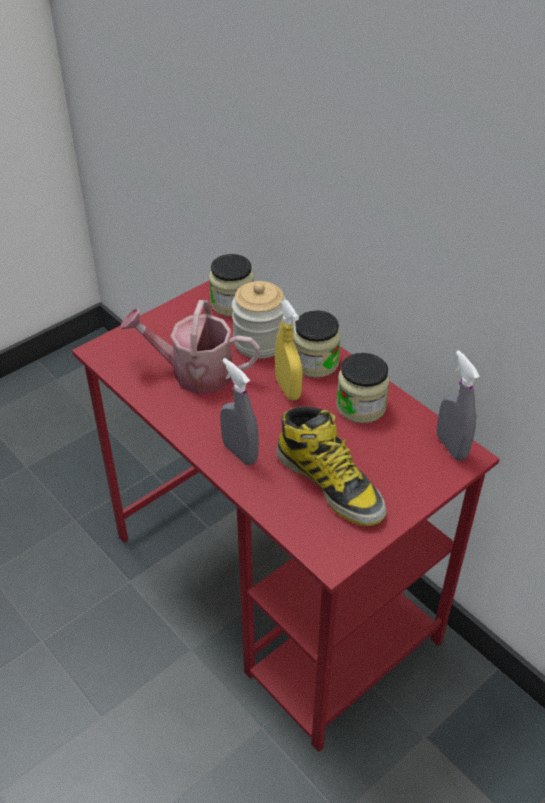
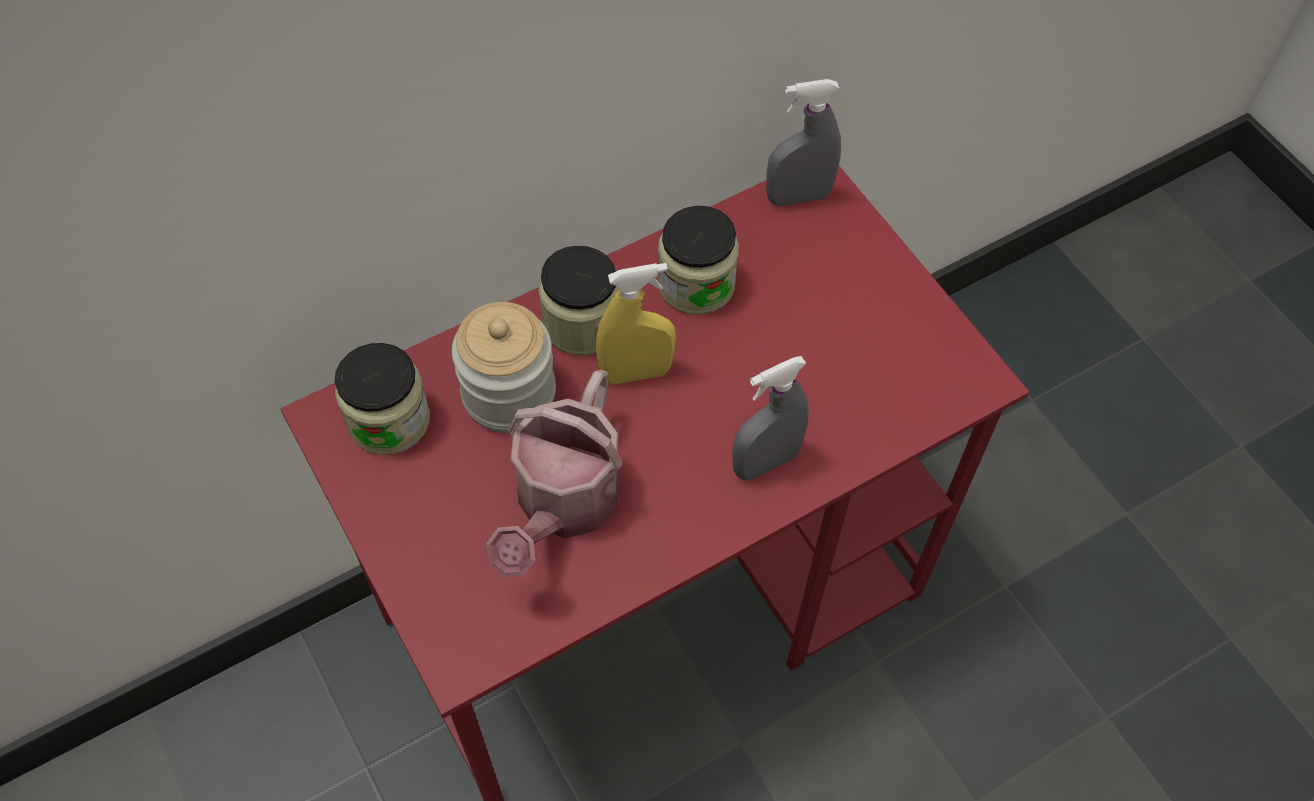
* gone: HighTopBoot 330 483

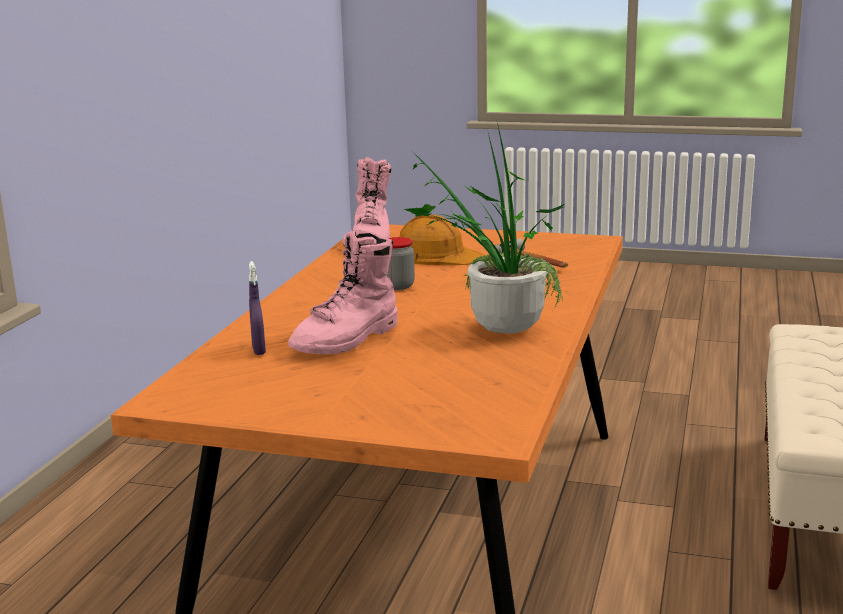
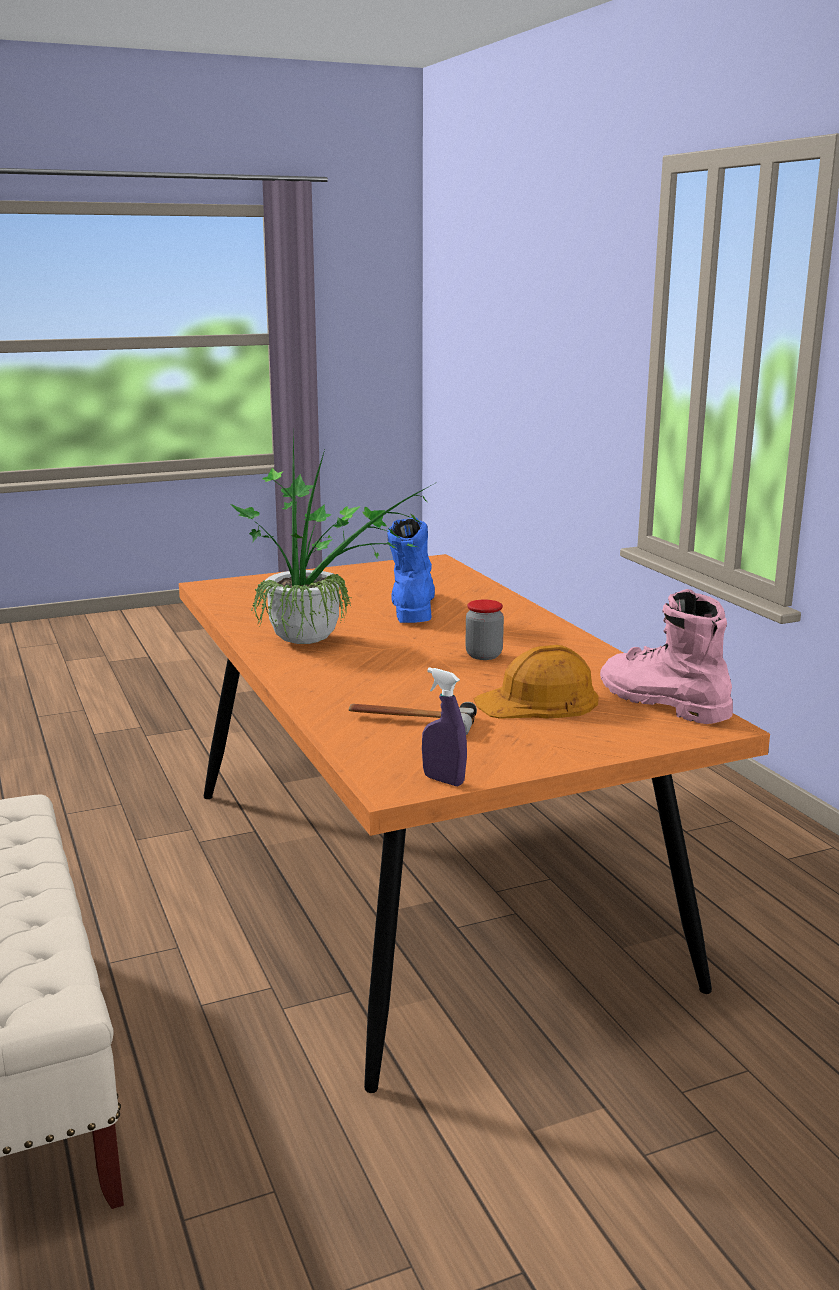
* repainted: PinkColouredHighTopBoot 348 340 to BlueColouredHighTopBoot 412 607
* shifted: PurpleSprayBottle 259 350 to 443 780

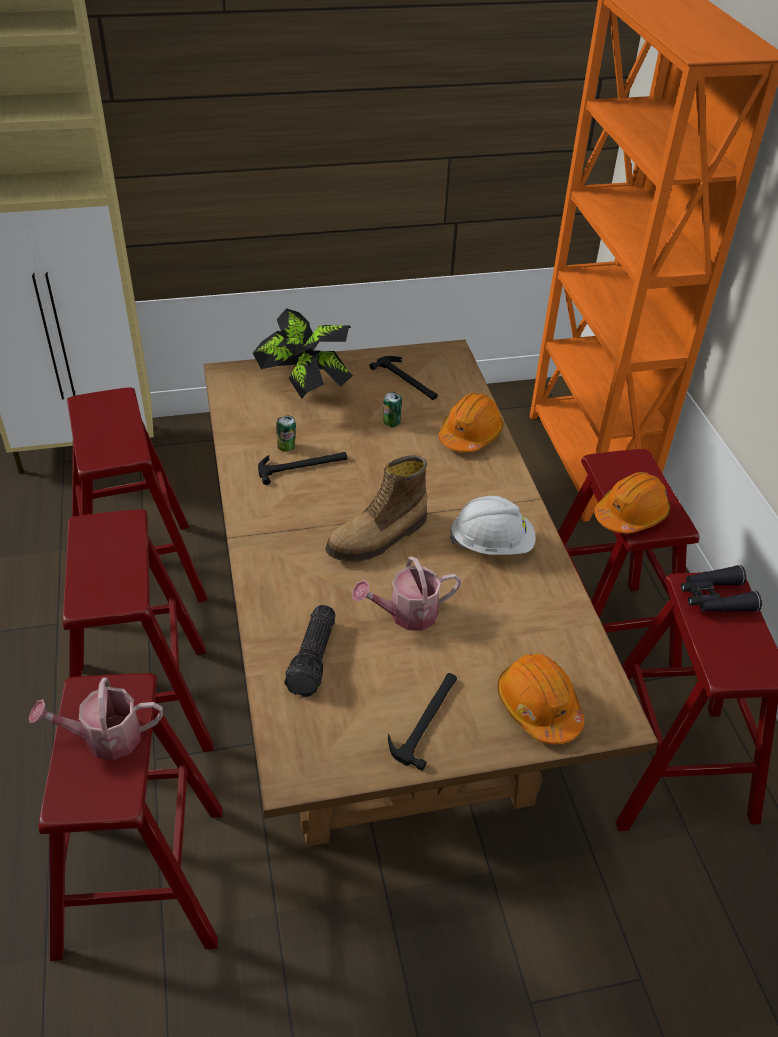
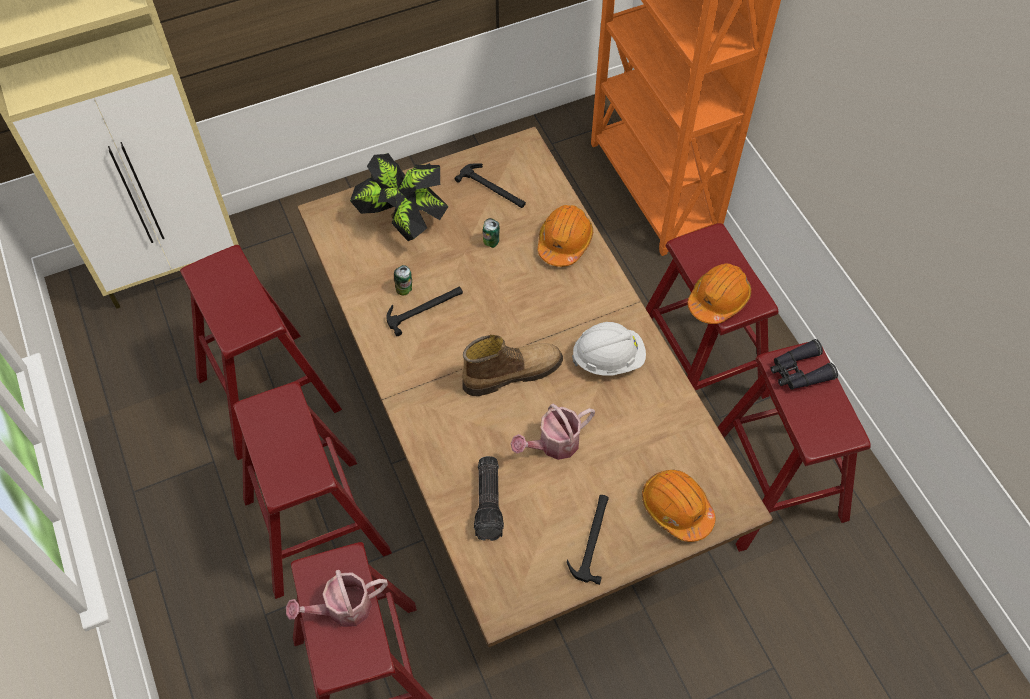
* rotated: HighTopBoot 378 538 = 511 372 150 degrees counterclockwise

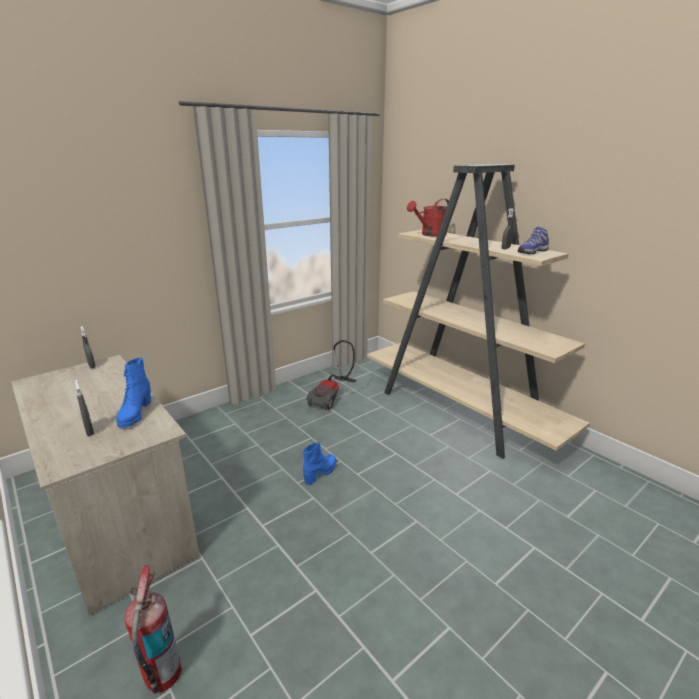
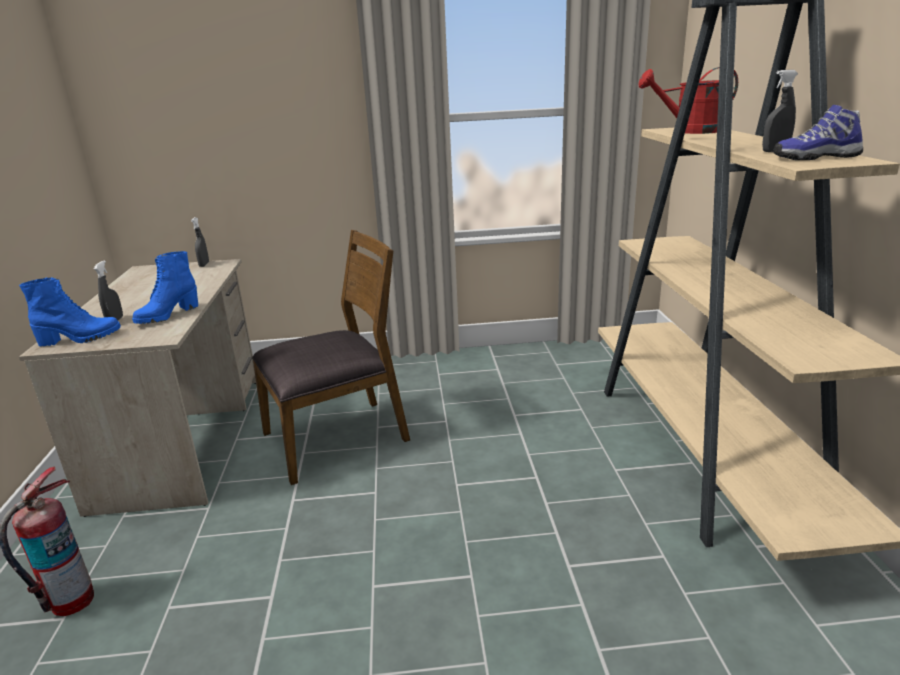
* shifted: BlueColouredHighTopBoot 321 473 to 80 339
* new: BrownChair 337 437
* gone: Vacuum 332 397

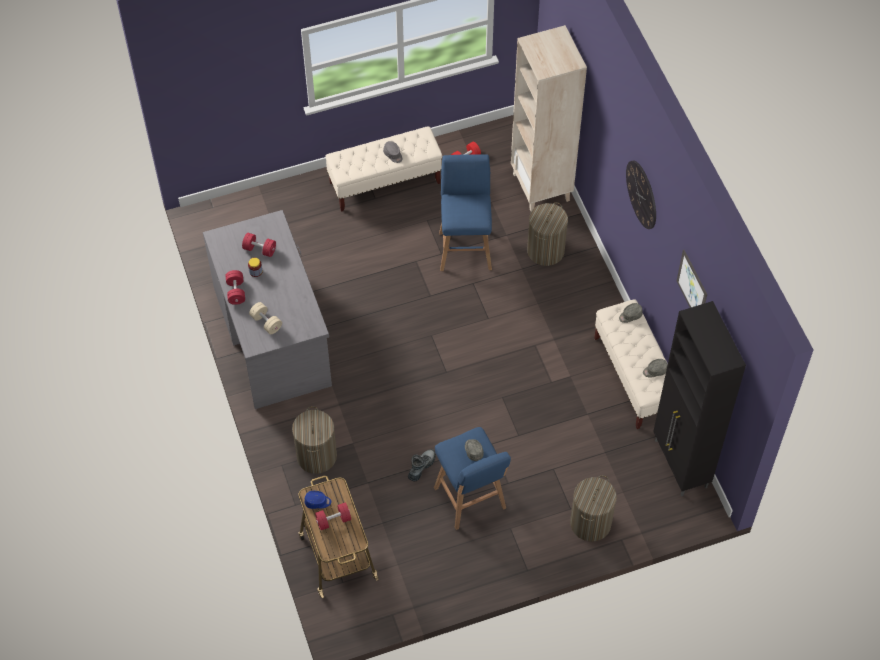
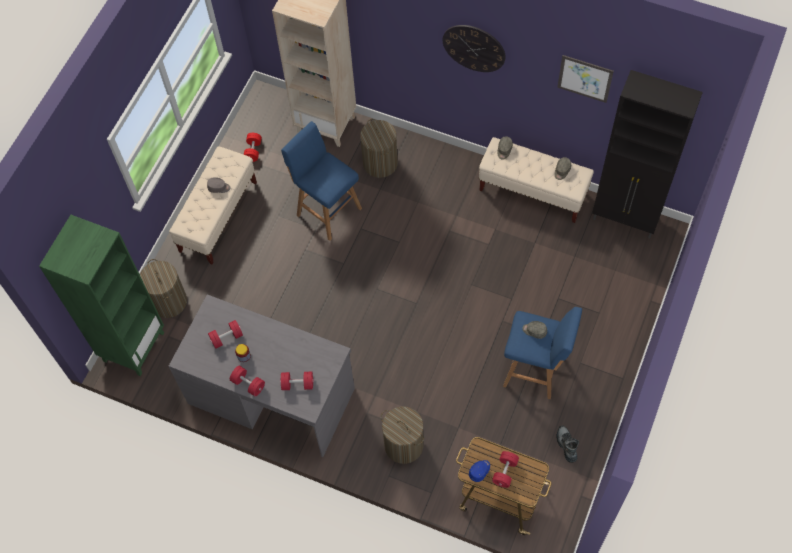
* new: GreenishBookshelf 133 346
* shifted: WashingBasket 590 523 to 169 301
* repainted: BeigeHandWeight 266 322 to ReddishHandWeight 297 384
* shifted: HighTopBoot 421 467 to 566 445

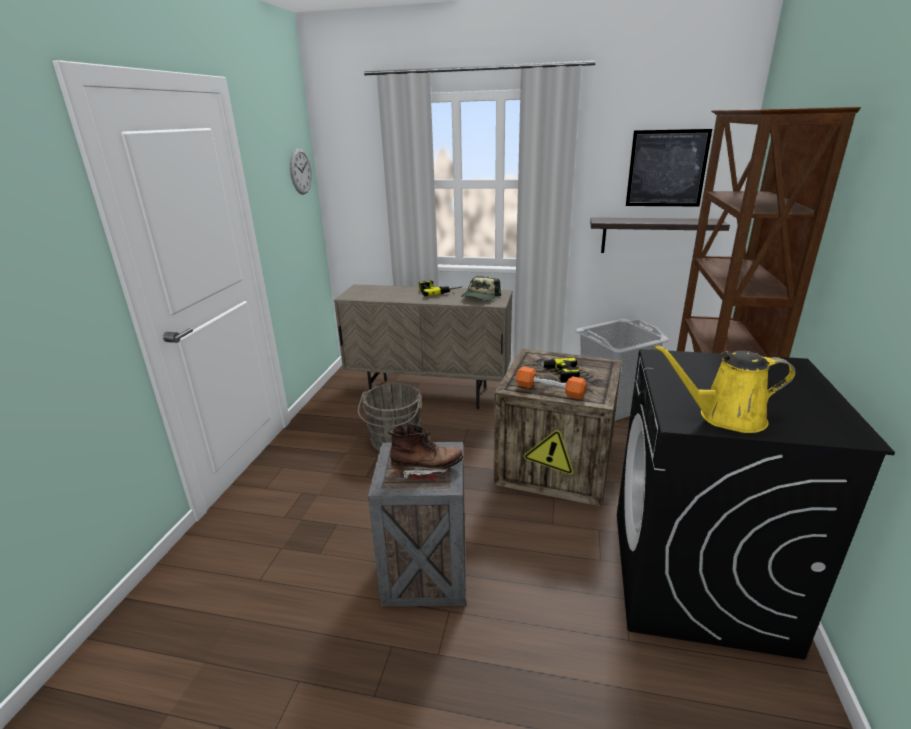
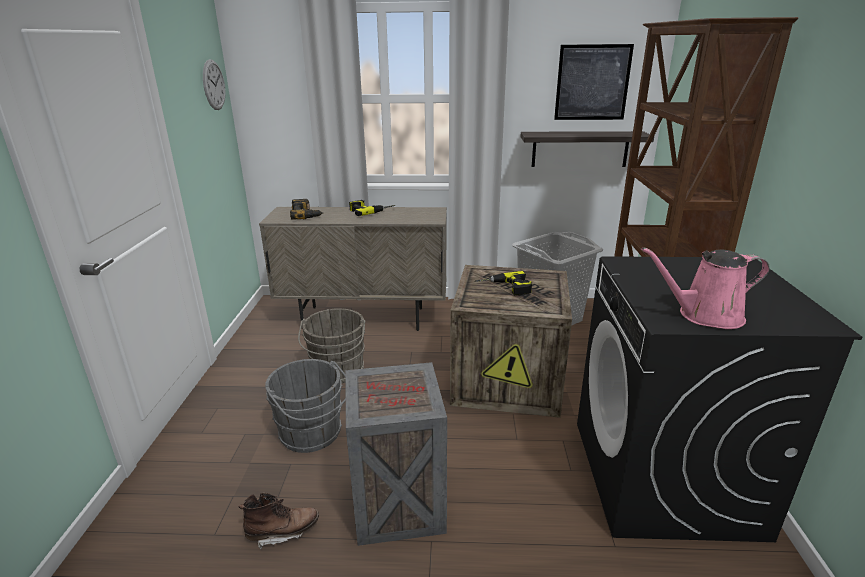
* shifted: BrownHighTopBoot 427 469 to 283 532
* new: GreyishWaterBucket 313 434
* new: ElectricDrill 306 214
* repainted: YellowWateringPot 725 417 to PinkColouredWateringPot 704 316
* gone: BaseballCap 480 297
* gone: OrangeHandWeight 550 390

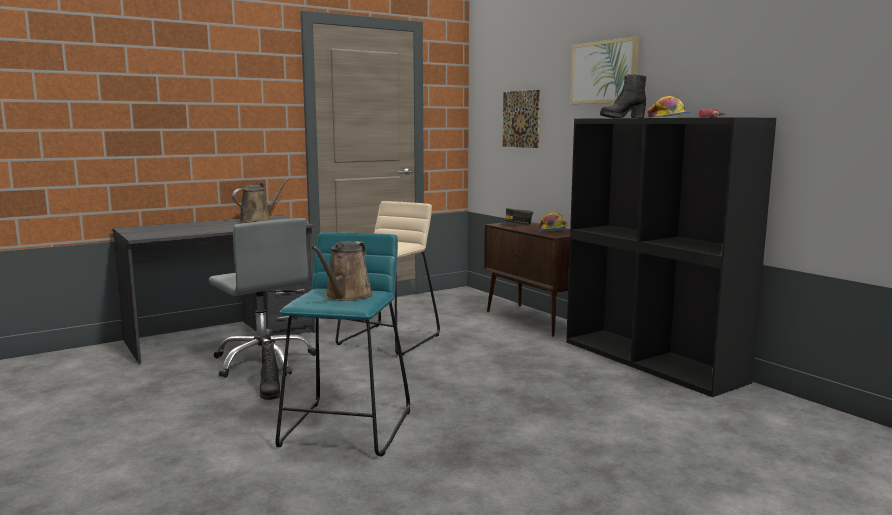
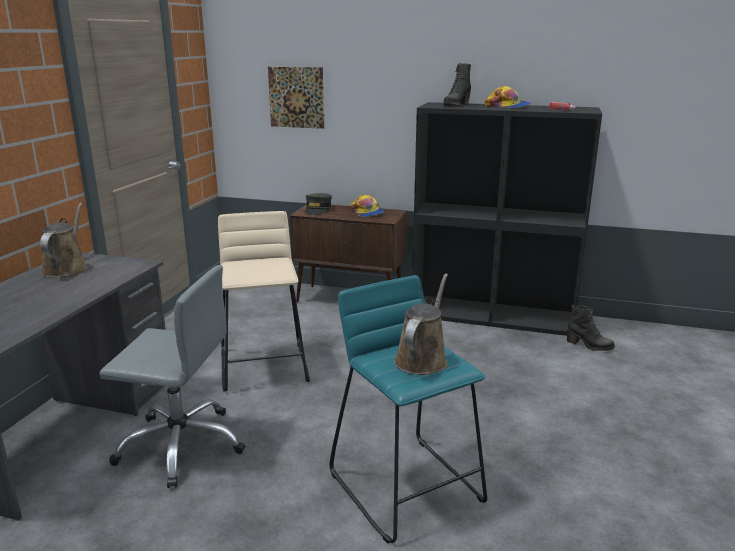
* rotated: BrownWateringPot 346 296 = 422 359 135 degrees counterclockwise
* shifted: BlackHighTopBoot 269 393 to 589 345
* gone: WallPicture 604 72

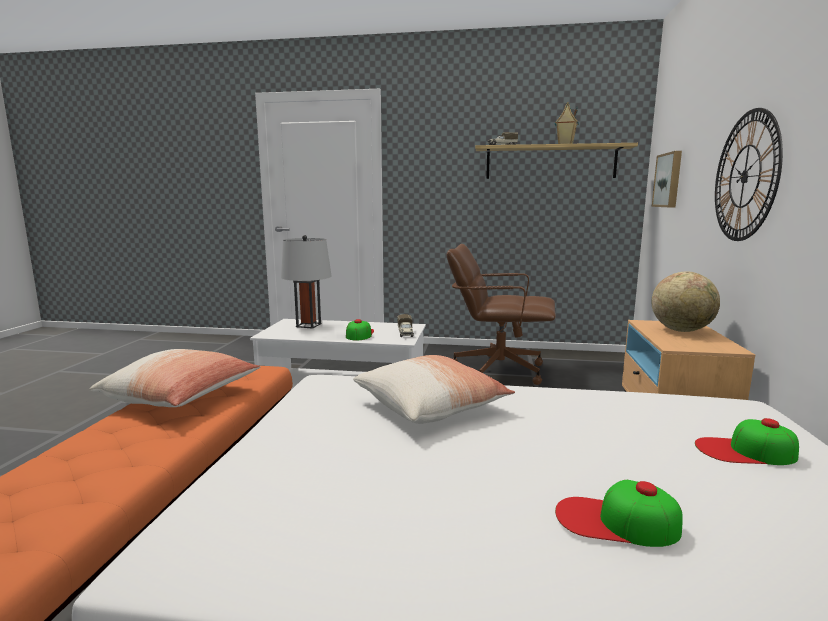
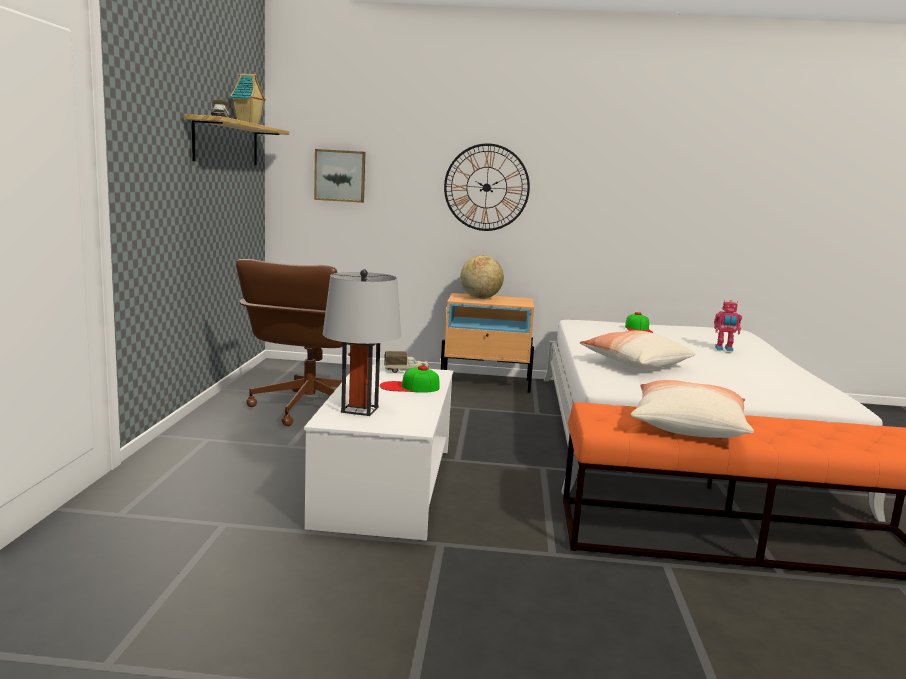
* swapped: BaseballCap 616 521 to RobotFigure 724 349

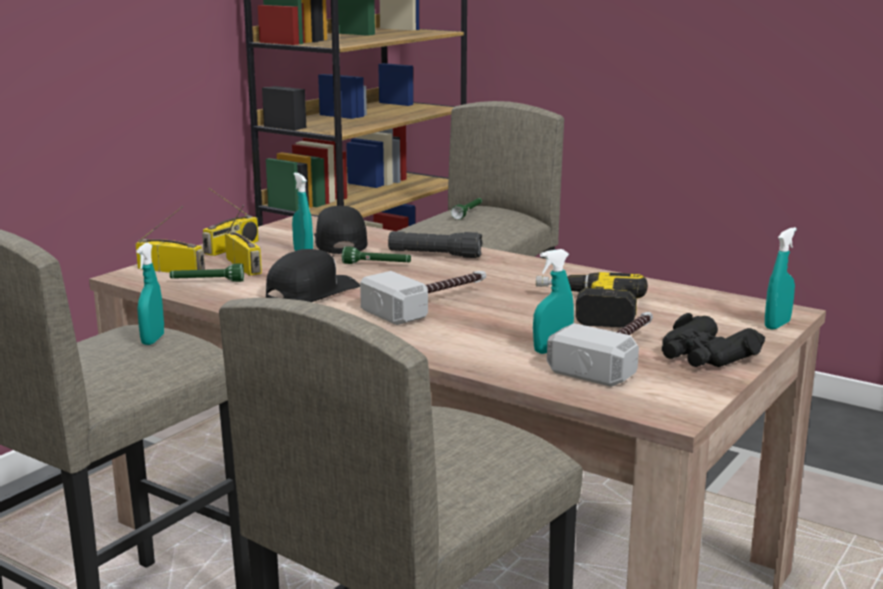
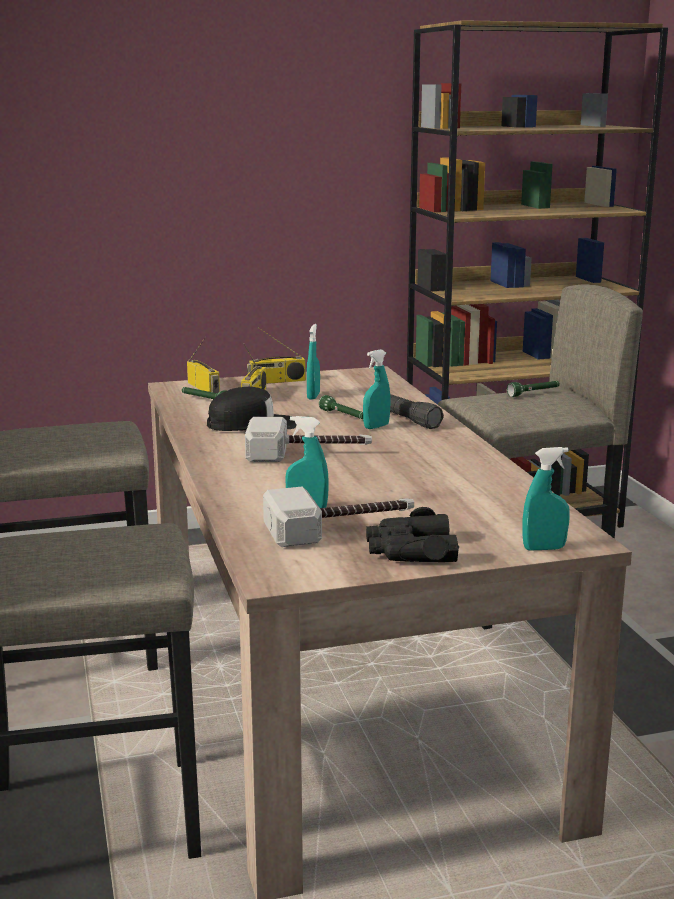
* shifted: BlueGreenSprayBottle 153 340 to 376 427
* gone: BlackBaseballCap 340 243
* gone: ElectricDrill 586 310

